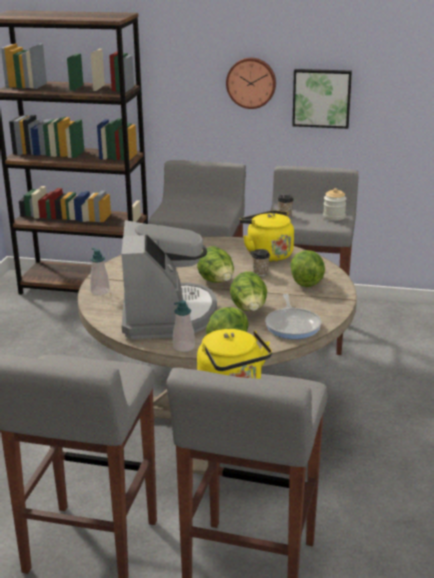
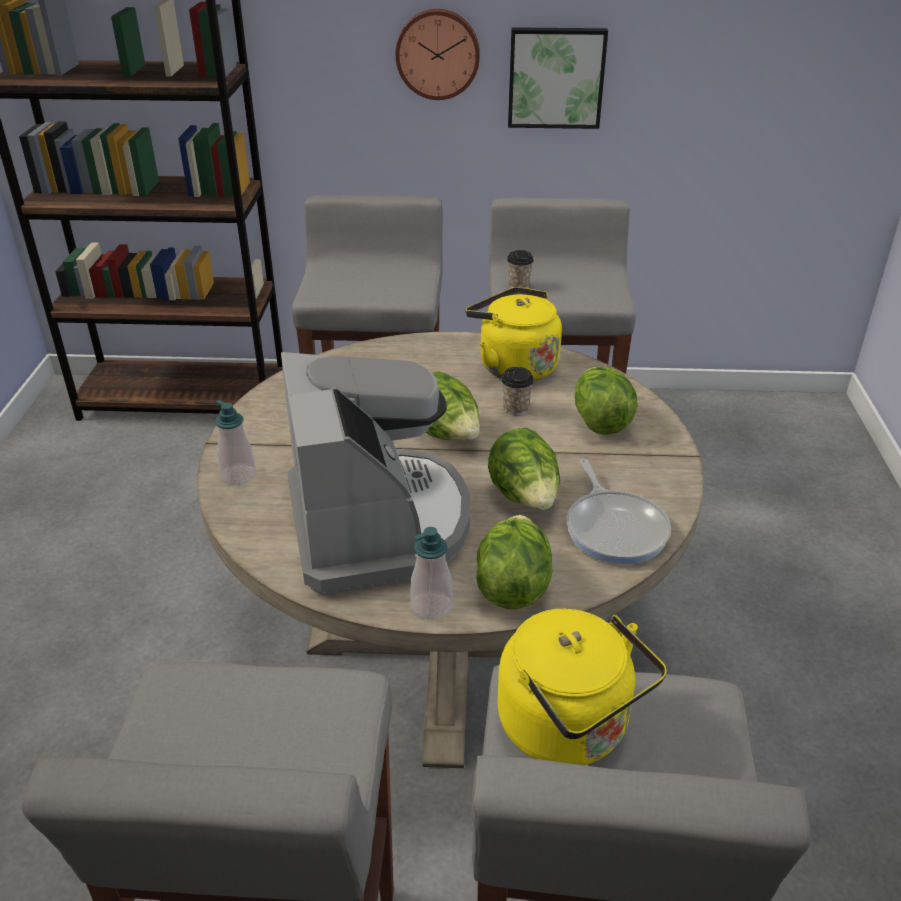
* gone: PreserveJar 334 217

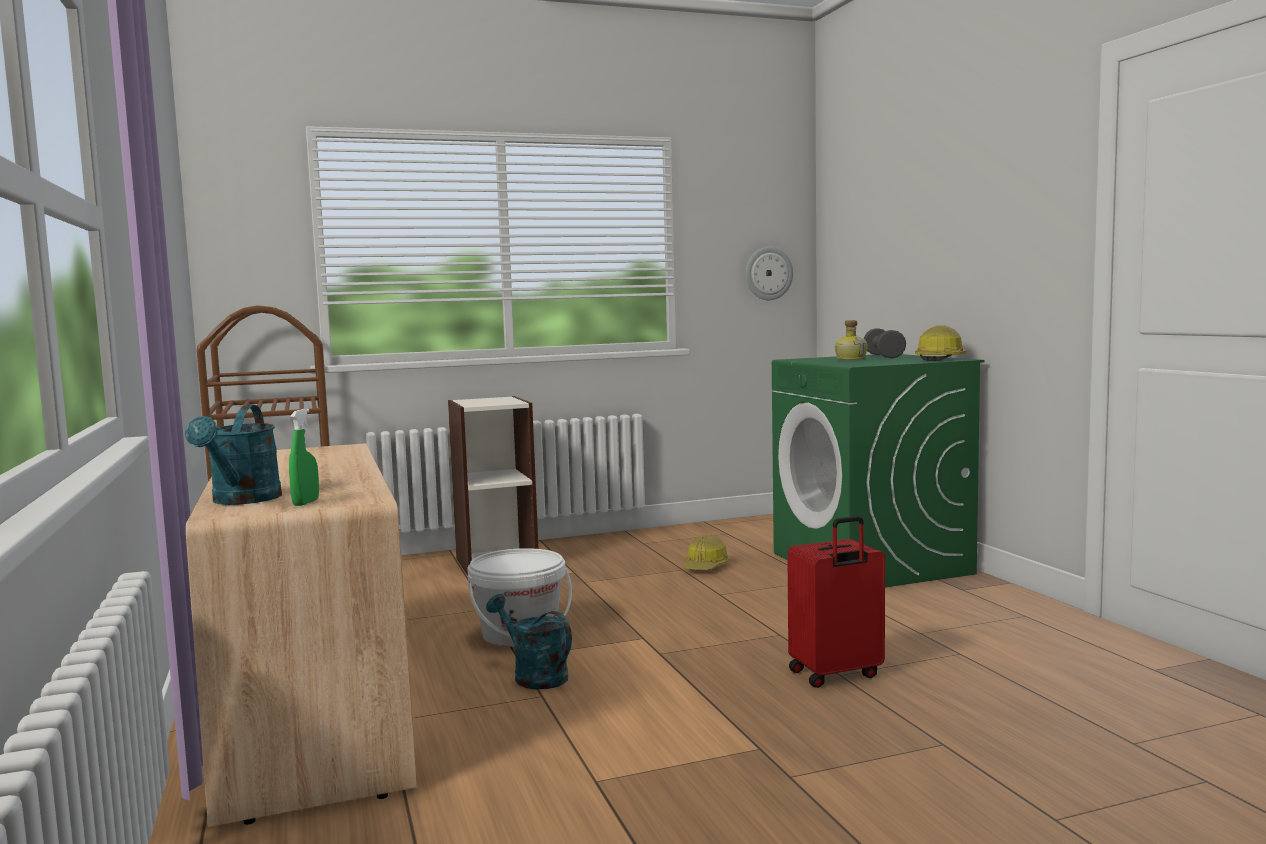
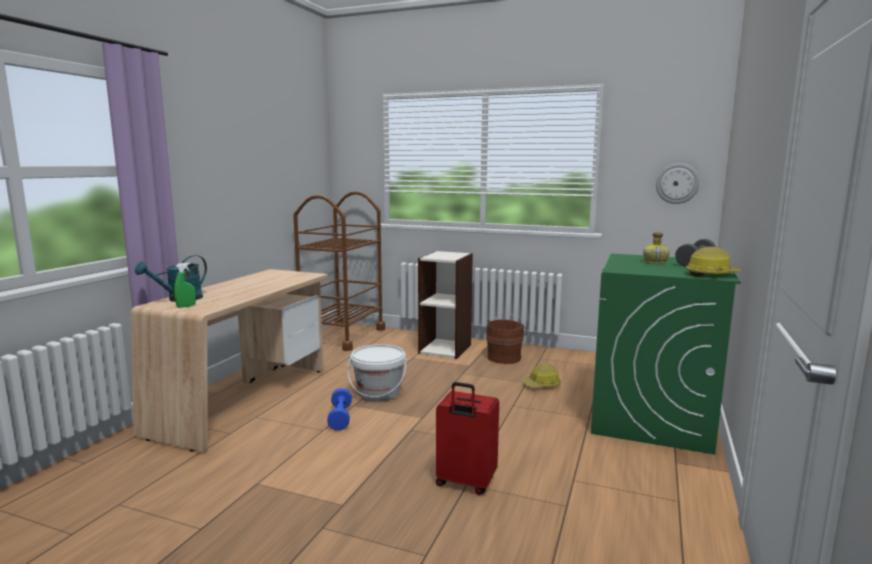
* swapped: BlueGreenWateringPot 533 675 to BlueColouredHandWeight 340 418
* new: BrownWaterBucket 505 357

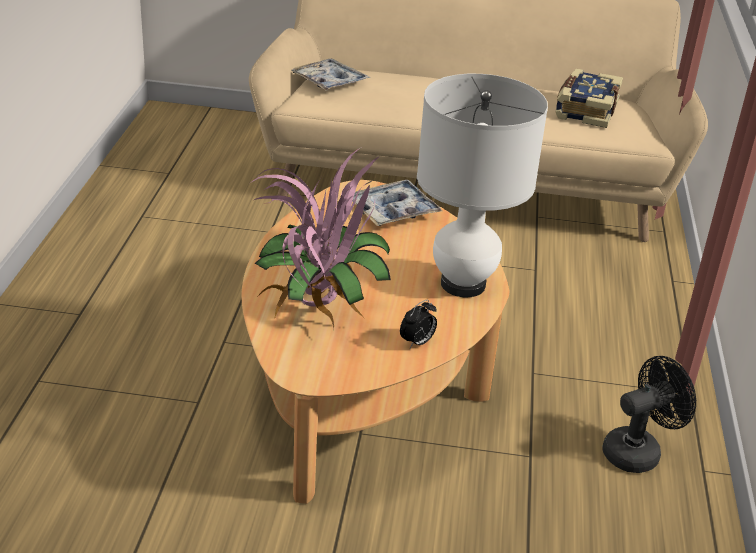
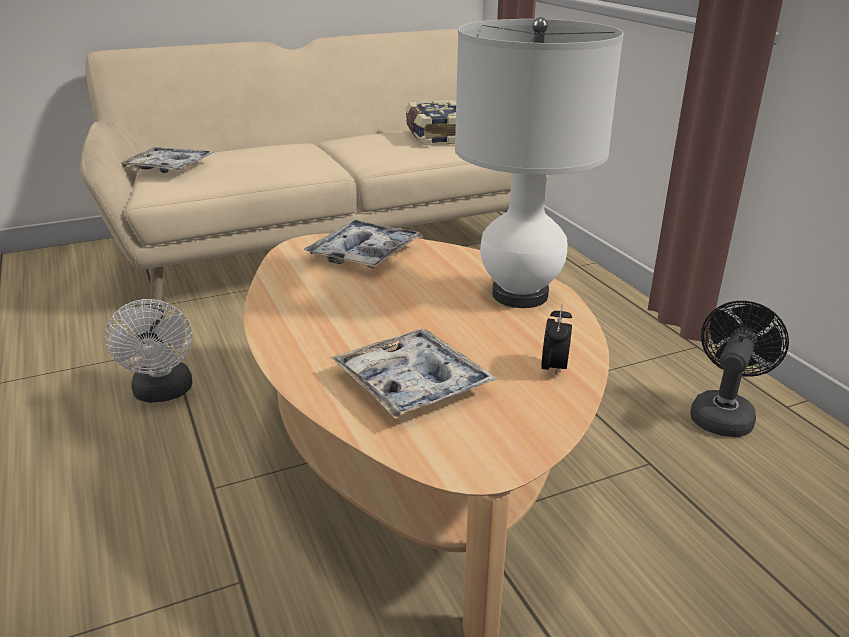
* new: WhitishFan 163 393
* swapped: PlantInAPot 319 316 to CarryingTray 412 384

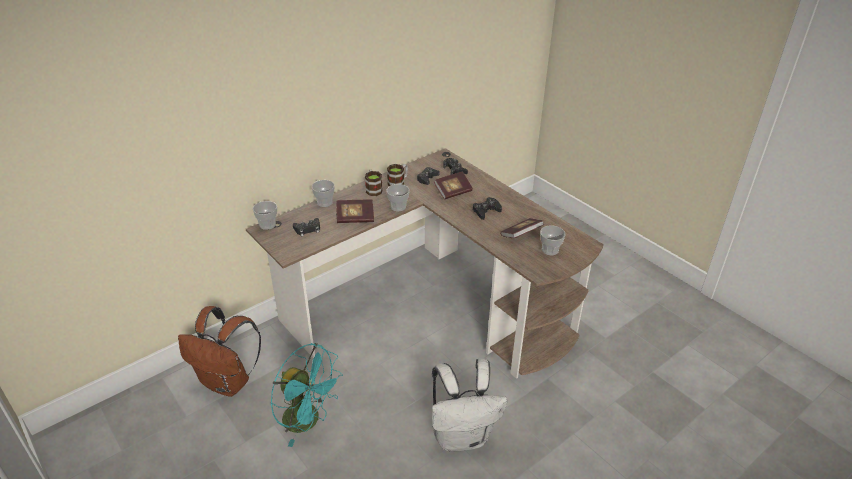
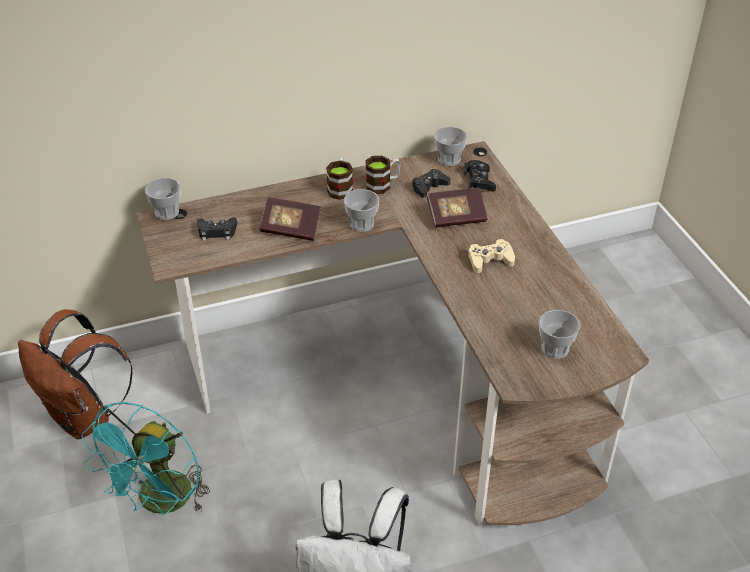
* rotated: BlueGreenFan 308 421 = 161 503 60 degrees clockwise
* shifted: SmallCup 324 202 to 449 159
* repainted: BlackJoypad 486 211 to BeigeJoypad 490 260
* gone: Book 521 235

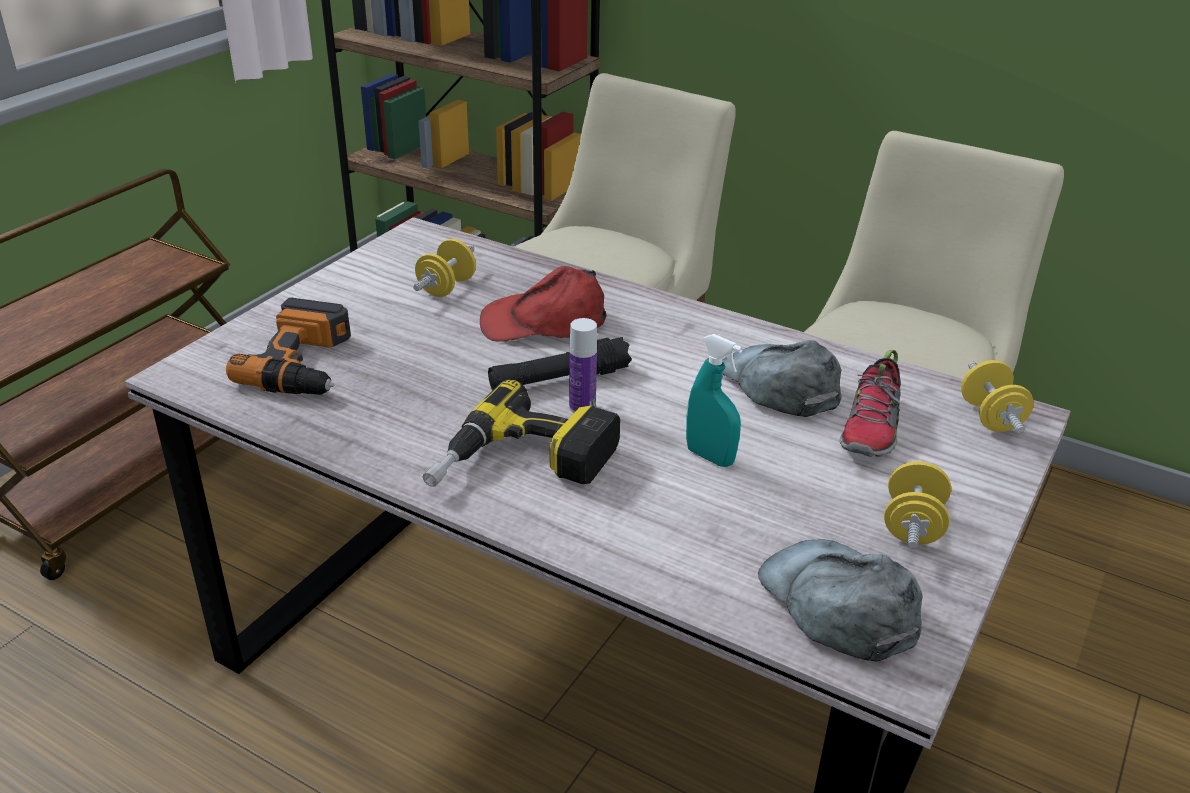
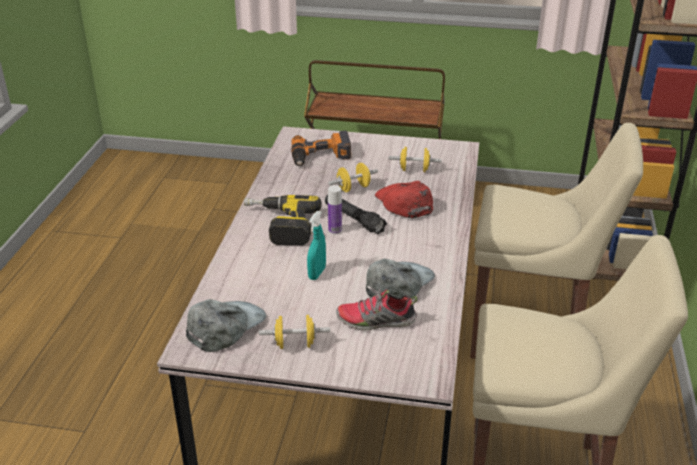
* shifted: YellowHandWeight 990 418 to 353 188

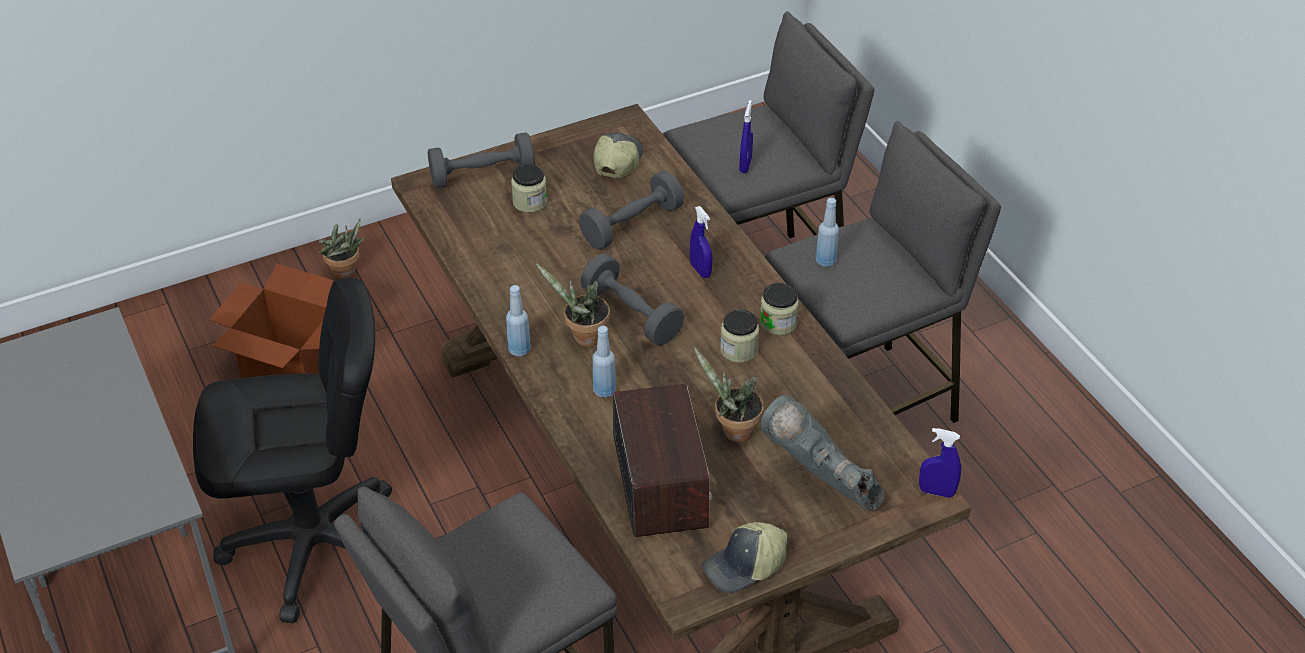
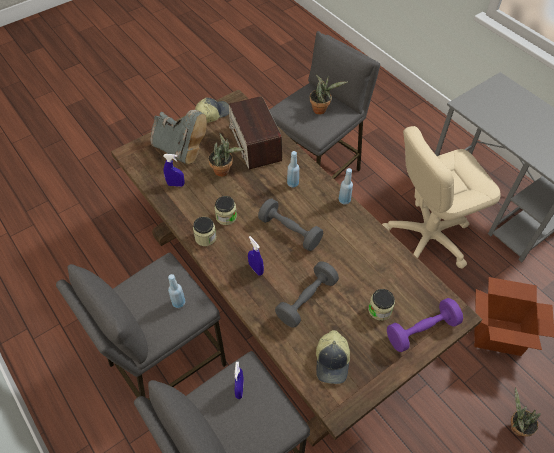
* shifted: BlueColouredSprayBottle 936 492 to 176 184
* shifted: PlantInAPot 583 338 to 321 109
* repainted: BlackOfficeChair 315 546 to BeigeOfficeChair 427 237
* repainted: GreyishHandWeight 482 175 to PurpleHandWeight 421 330

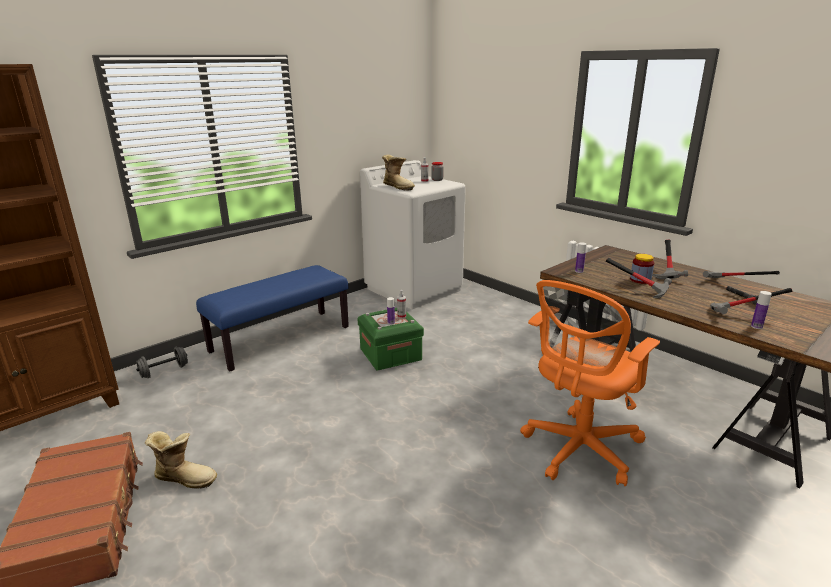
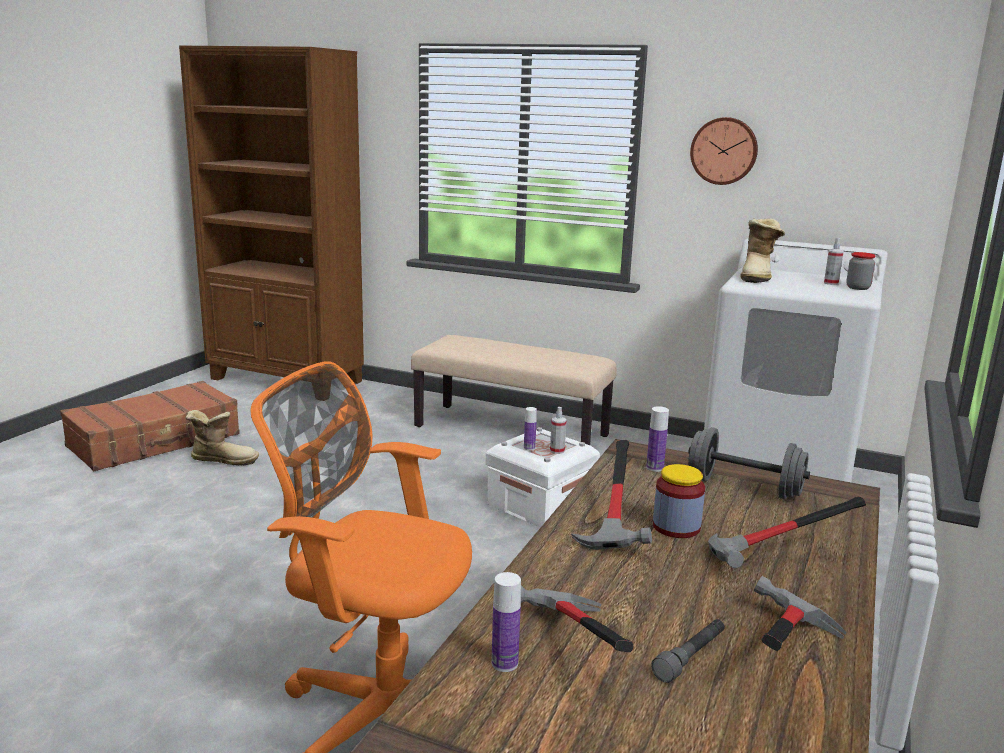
* rotated: HighTopBoot 185 477 = 223 459 75 degrees counterclockwise
* repainted: BlueColouredLongSeat 281 339 to BeigeLongSeat 512 431
* repainted: GreenishStorageContainer 390 354 to WhitishStorageContainer 540 505
* shifted: GreyishHandWeight 164 371 to 744 487
* new: WallClock 724 151

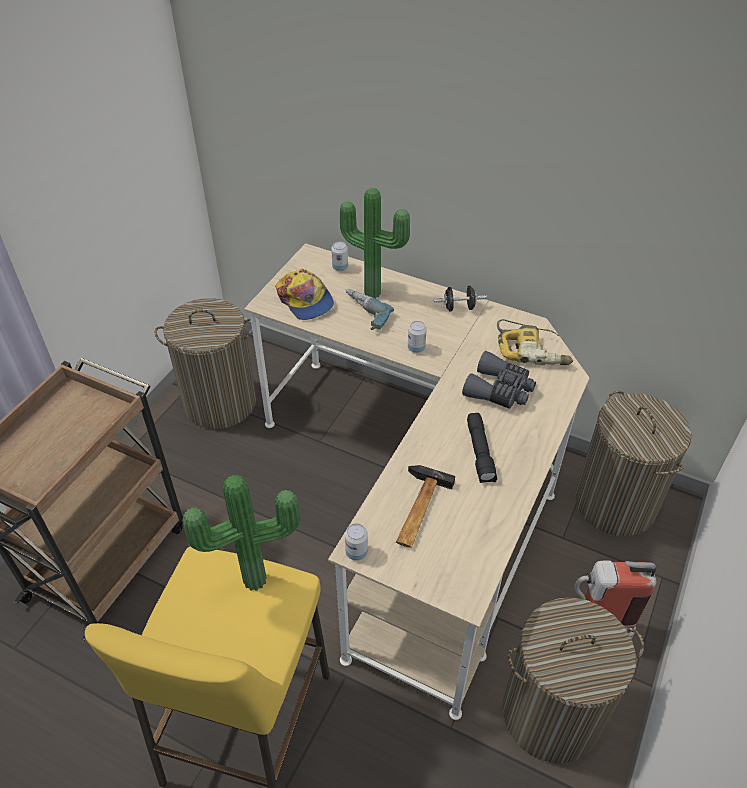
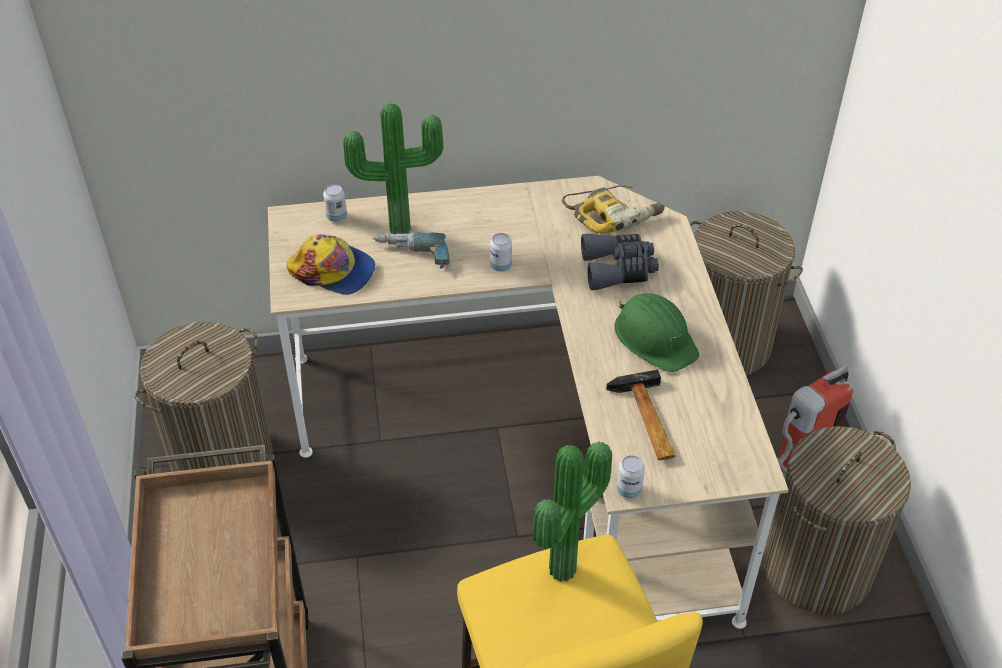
* swapped: BlackHandTorch 480 453 to GreenishSafetyHelmet 655 338
* gone: BlackHandWeight 459 307

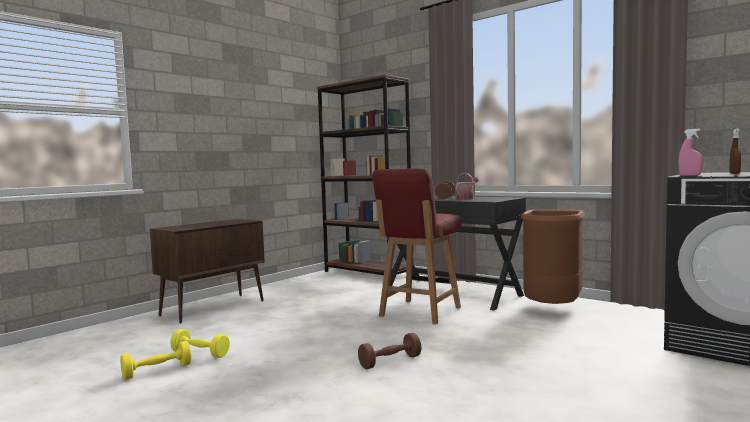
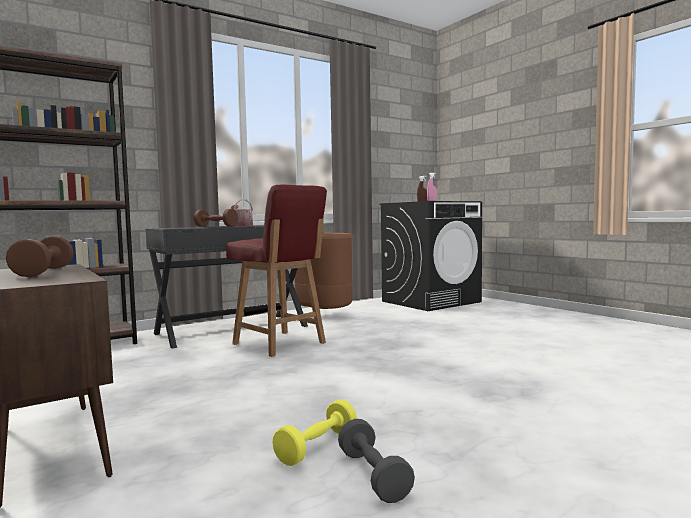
* shifted: BrownHandWeight 390 362 to 44 272
* repainted: YellowHandWeight 157 371 to GreyishHandWeight 373 476

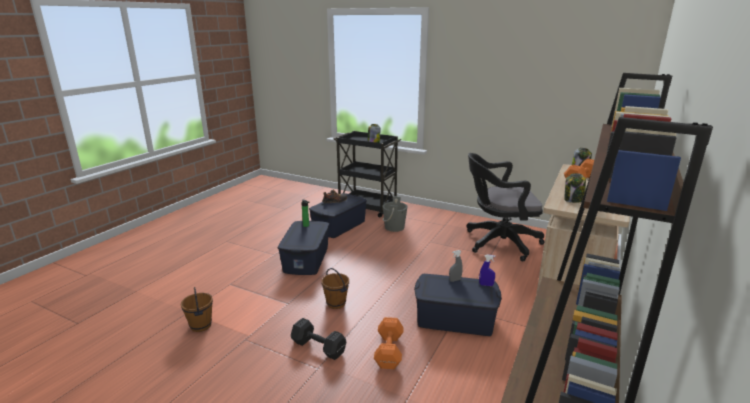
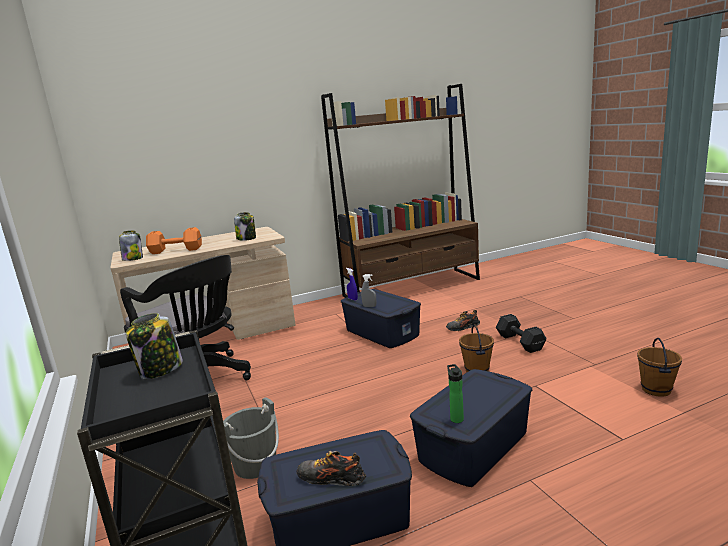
* swapped: OrangeHandWeight 388 352 to LowShoe 462 328

